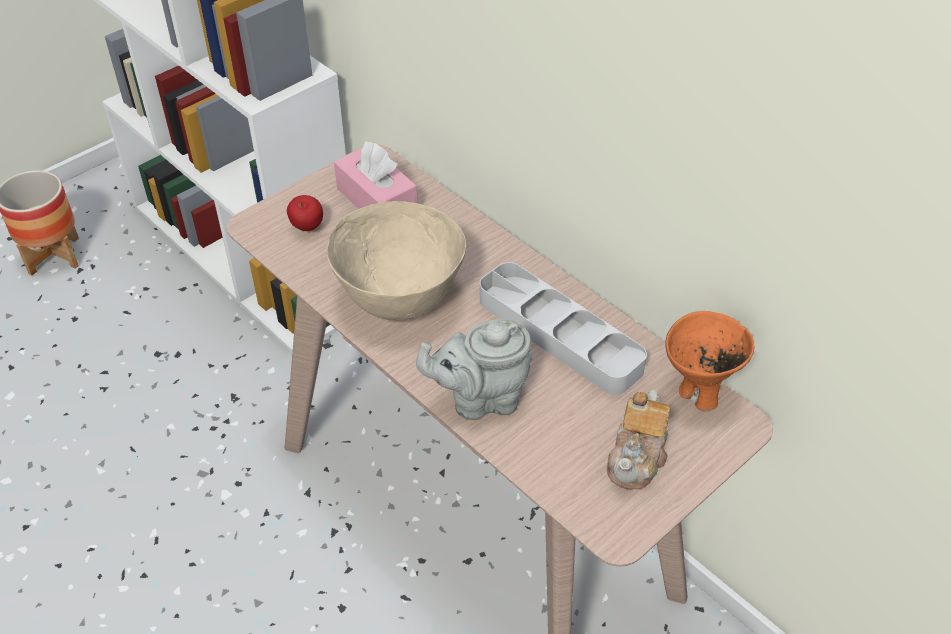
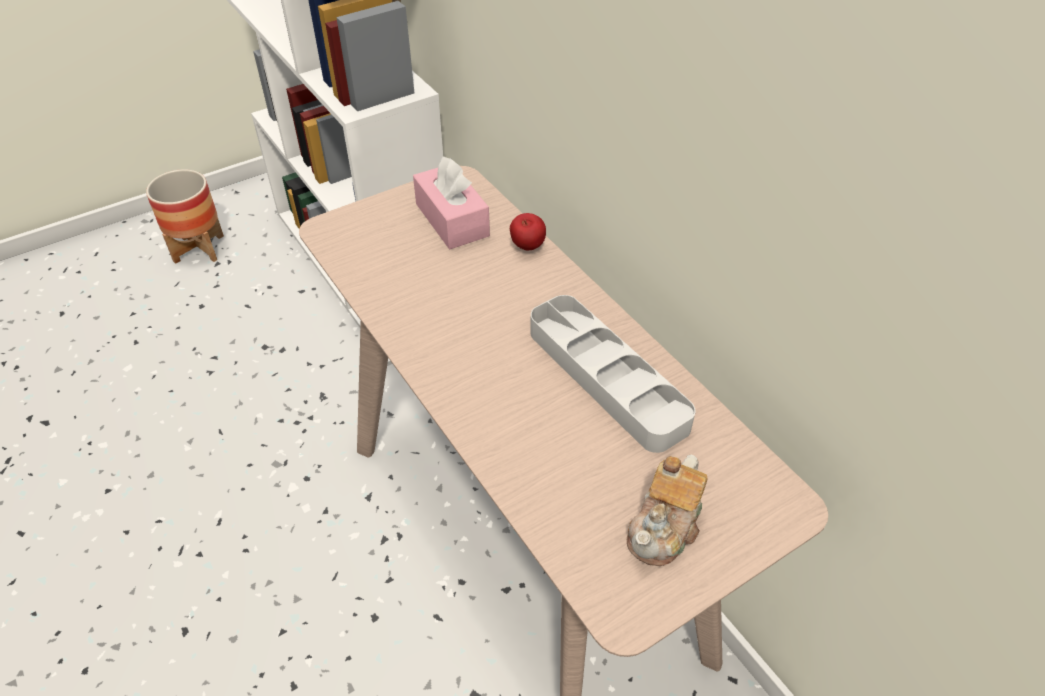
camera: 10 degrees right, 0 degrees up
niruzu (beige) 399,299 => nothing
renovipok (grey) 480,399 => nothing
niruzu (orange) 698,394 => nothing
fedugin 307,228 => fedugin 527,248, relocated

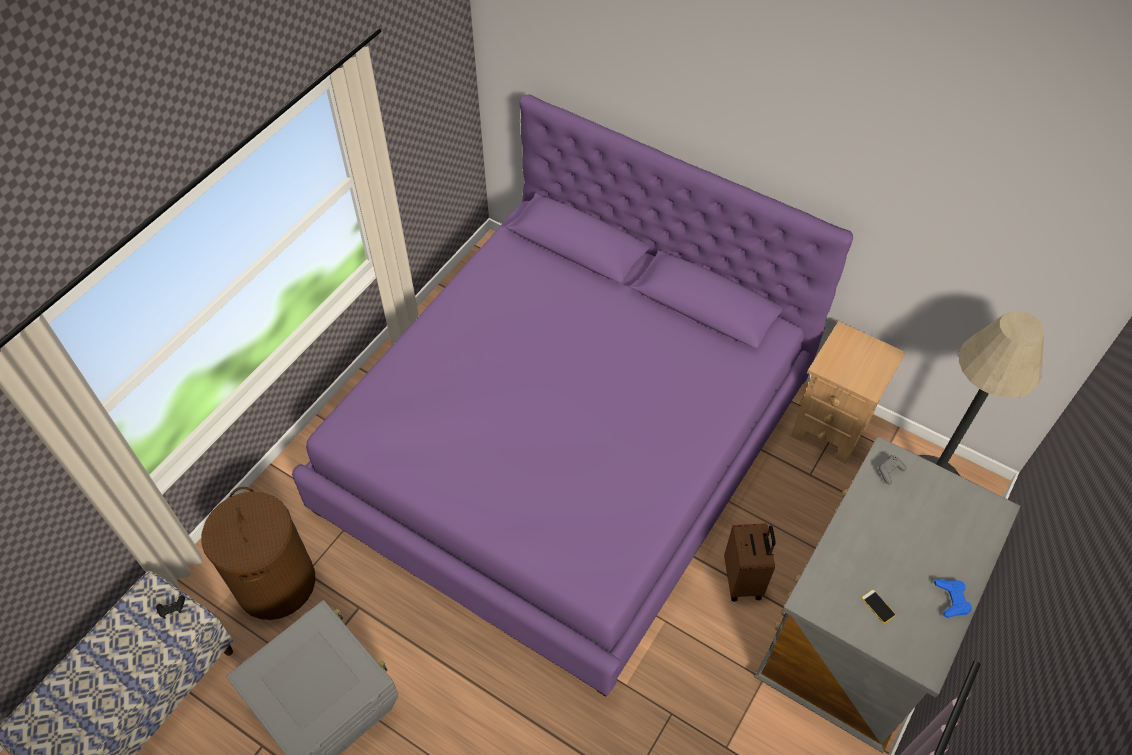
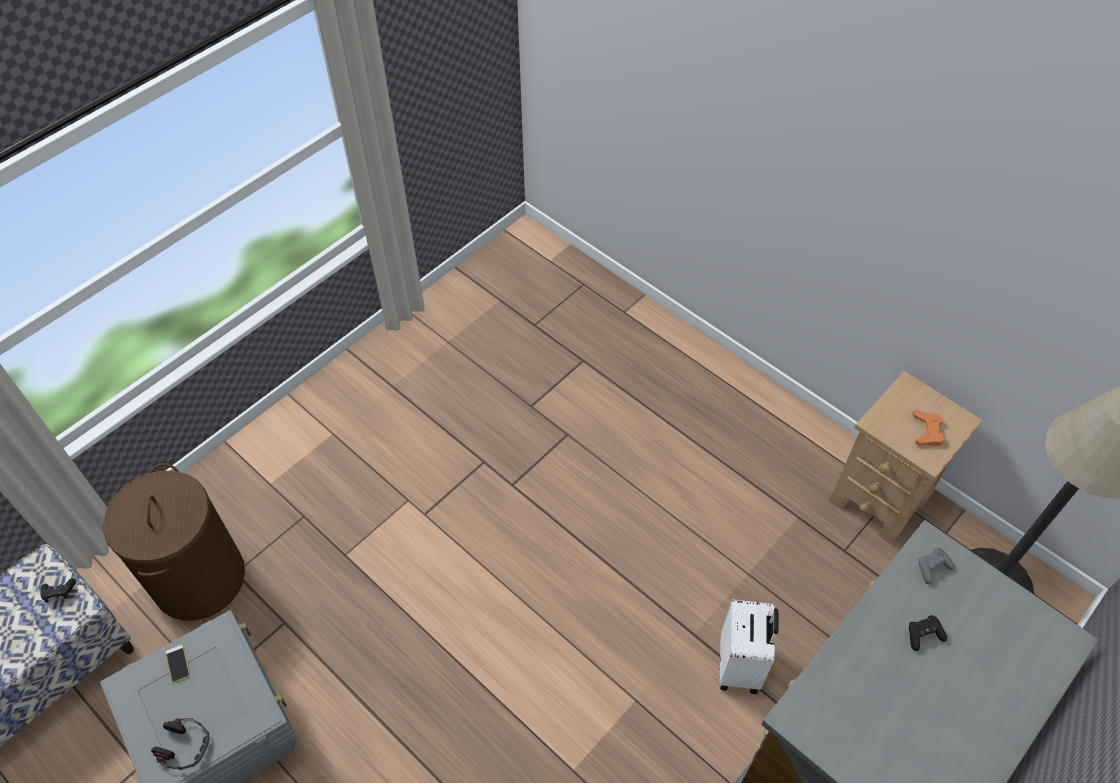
camera: 10 degrees right, 0 degrees up
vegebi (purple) 566,446 => nothing
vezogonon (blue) 951,599 => nothing
nothing => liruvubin 184,745
nothing => vezogonon (black) 923,635
nothing => vezogonon (orange) 927,431
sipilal 878,606 => sipilal 178,663, relocated
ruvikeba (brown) 744,579 => ruvikeba (white) 740,665

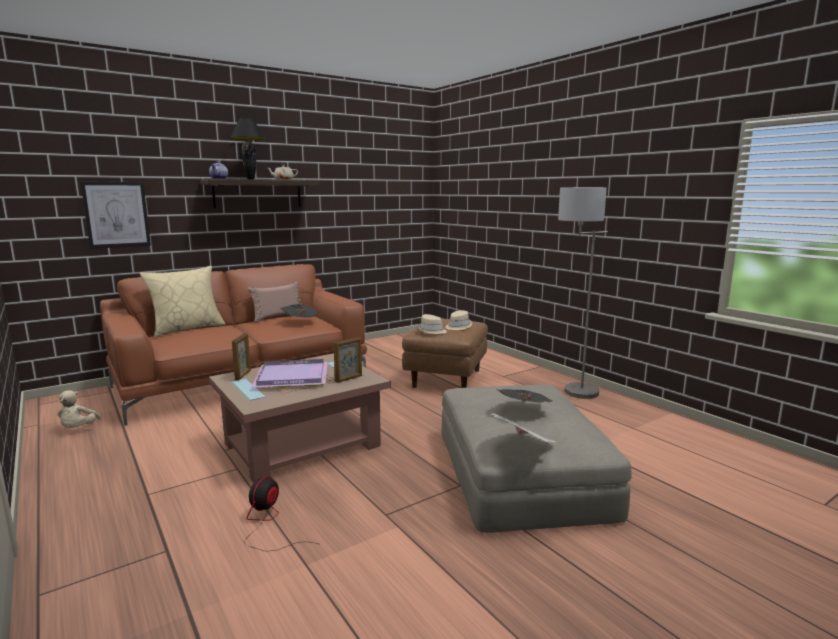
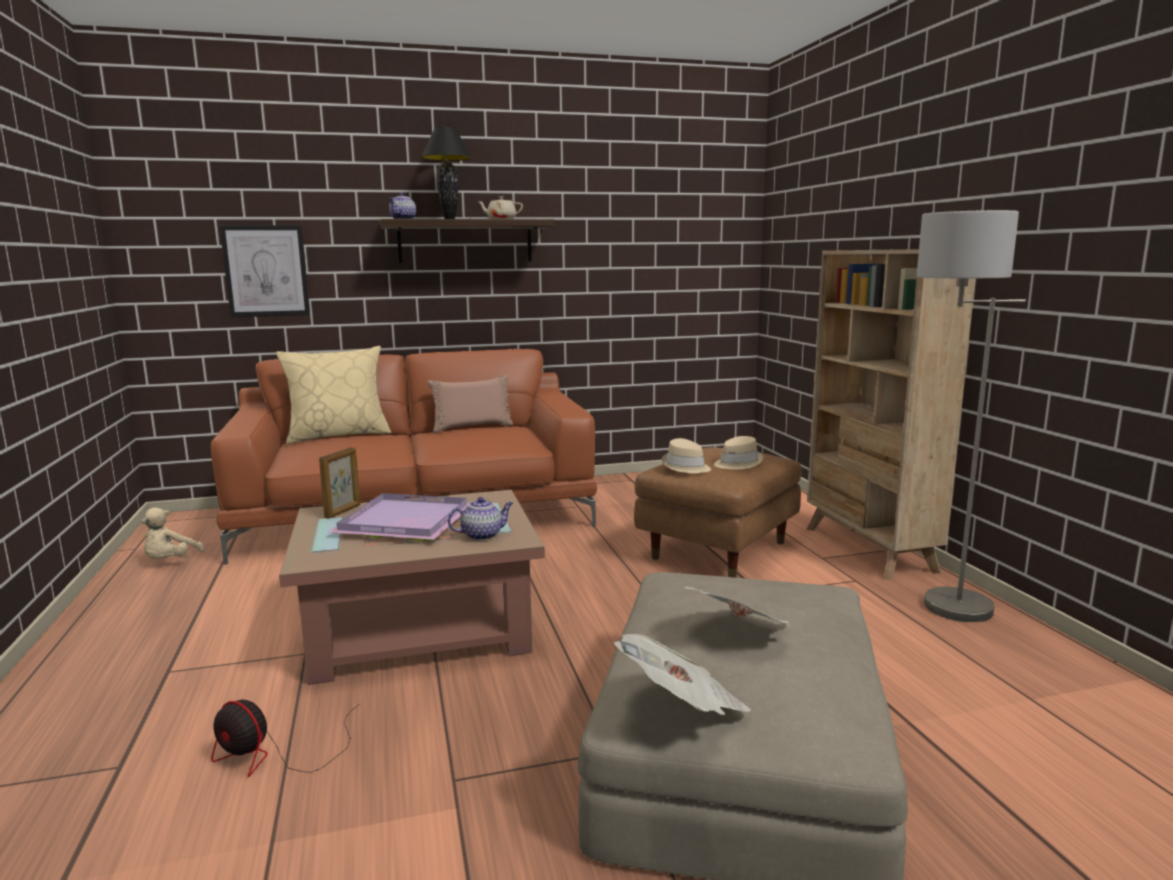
camera: 20 degrees right, 0 degrees up
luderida 301,321 => nothing
nothing => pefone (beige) 868,549
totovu 349,379 => renovipok 482,535
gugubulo 268,524 => gugubulo 276,755, 105 degrees counterclockwise

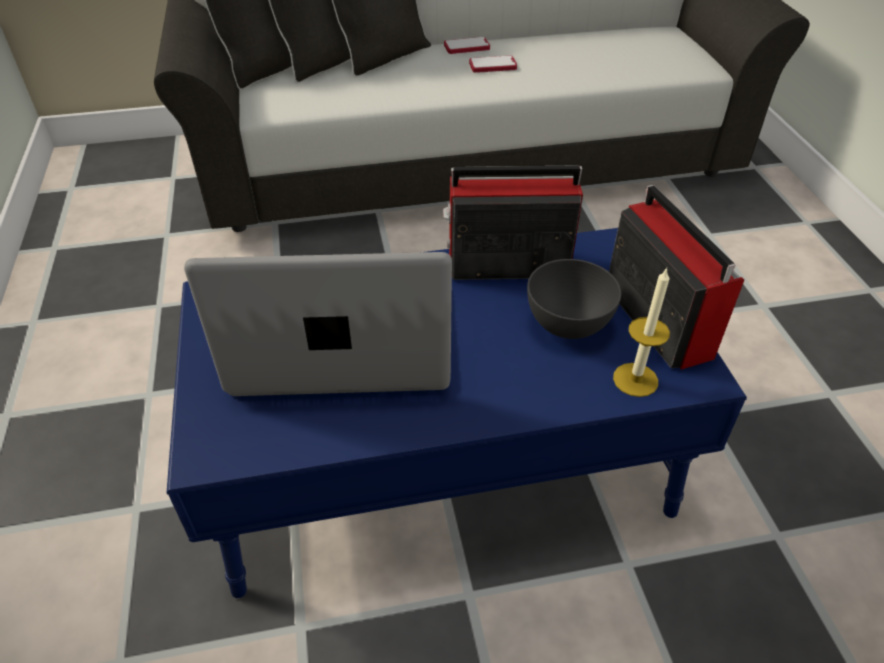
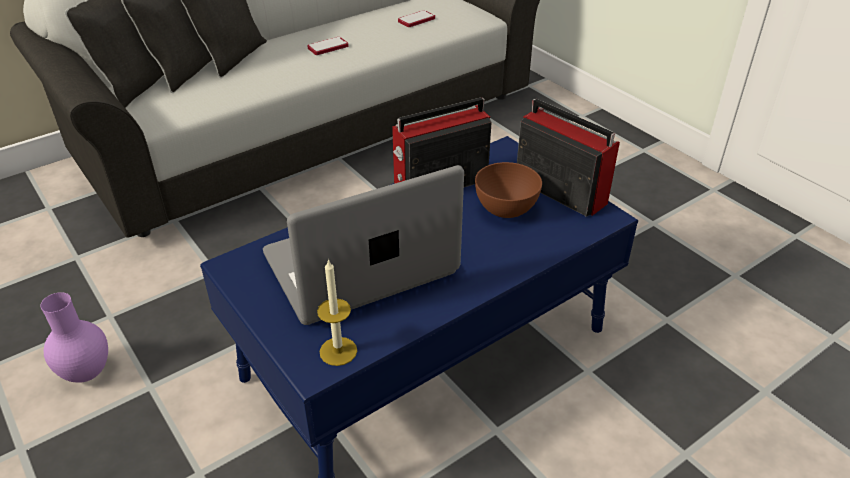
camera: 25 degrees left, 5 degrees down
nothing => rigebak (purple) 85,373
sipilal 466,47 => sipilal 416,20, relocated
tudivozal 635,379 => tudivozal 338,351, relocated
niruzu (grey) 567,324 => niruzu (brown) 505,209

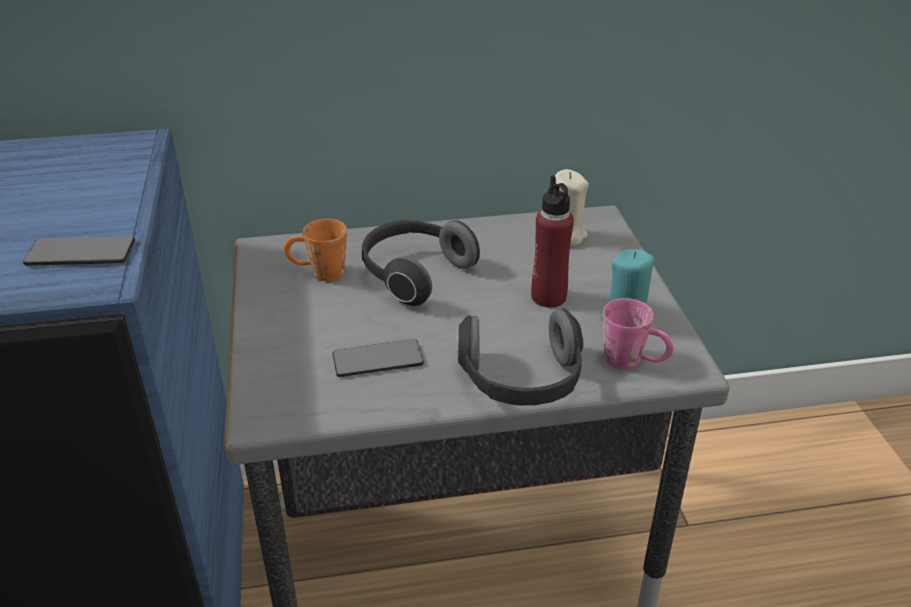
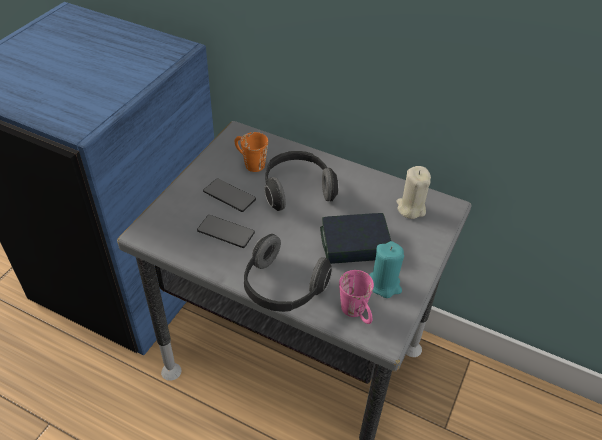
camera: 35 degrees right, 10 degrees up
sipilal 81,253 => sipilal 229,196, relocated
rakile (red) 548,297 => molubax 355,244

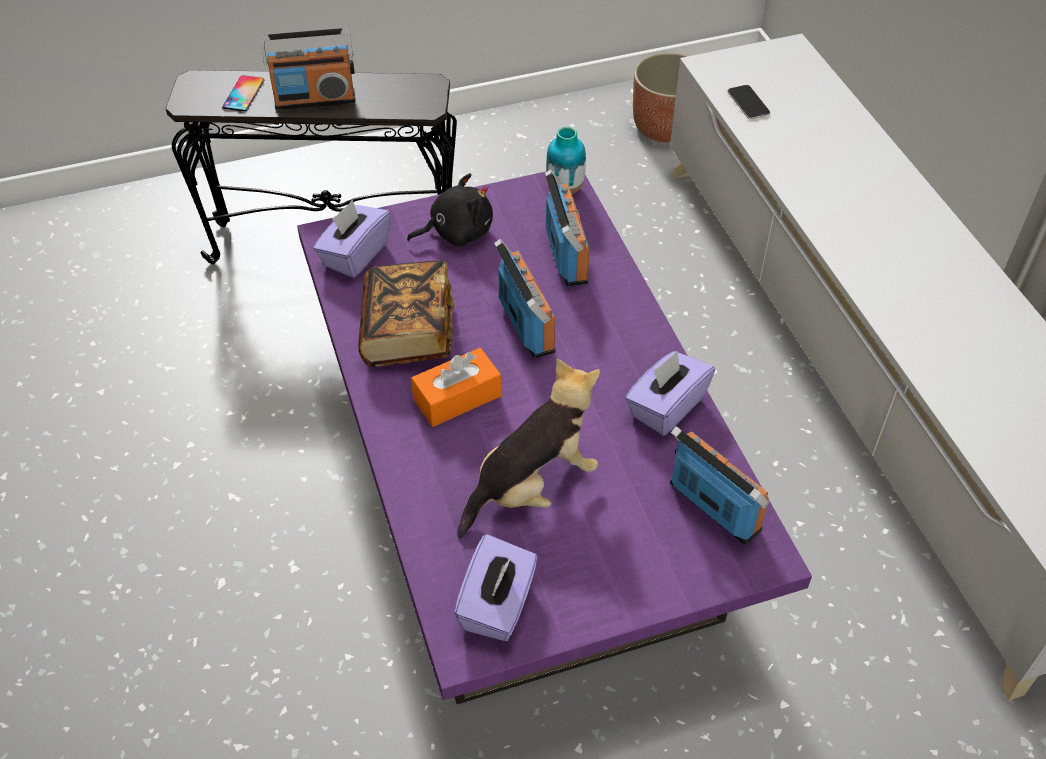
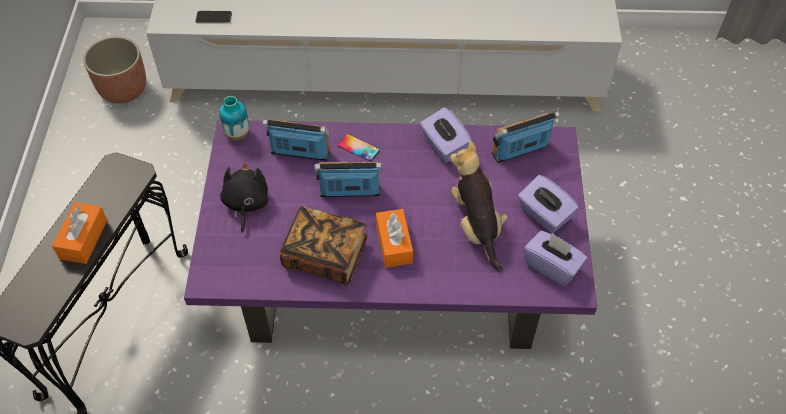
camera: 70 degrees left, 5 degrees up
sipilal 243,94 => sipilal 358,147, relocated
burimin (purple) 355,255 => burimin (purple) 544,215, relocated
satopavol 315,99 => burimin (orange) 83,239

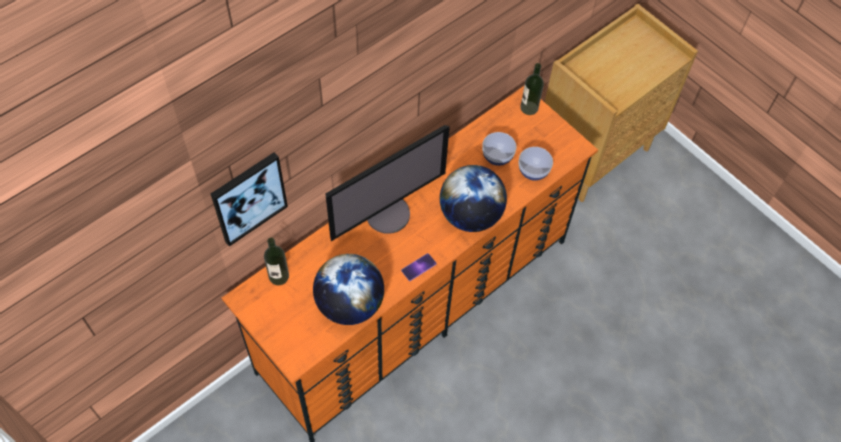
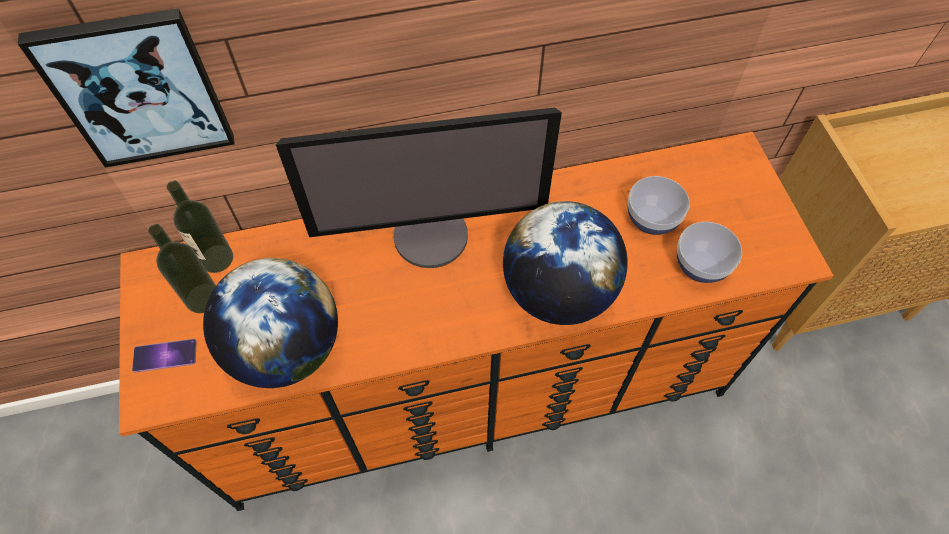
camera: 30 degrees right, 0 degrees up
sipilal 418,267 => sipilal 165,355, relocated
rakile 529,108 => rakile 203,298, relocated

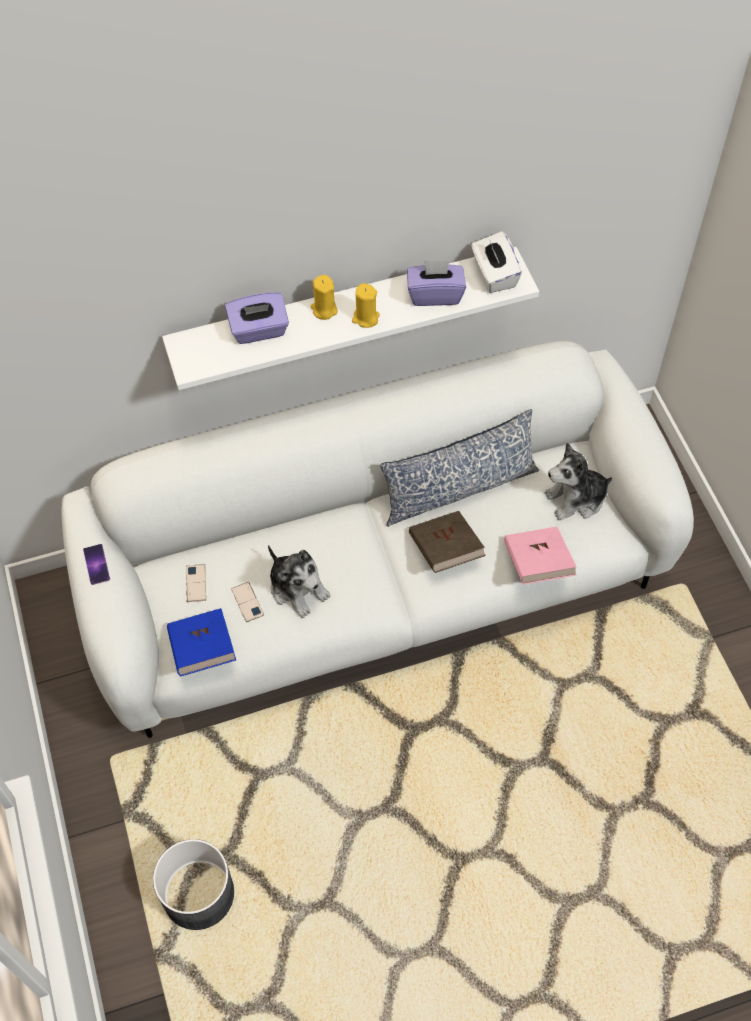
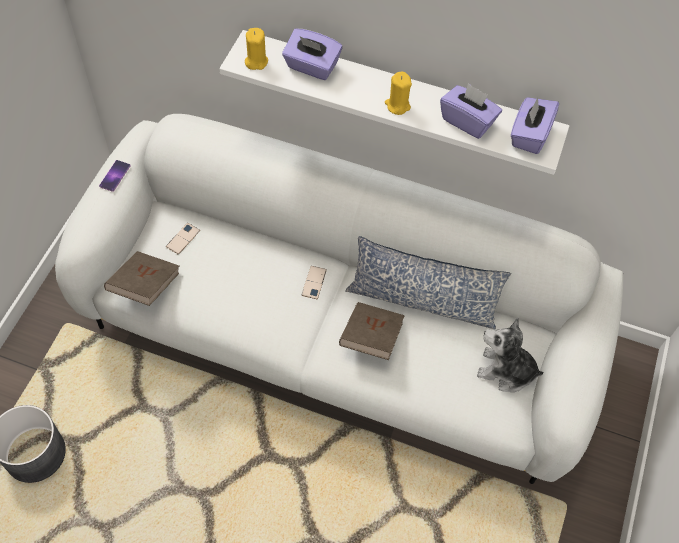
camera: 35 degrees right, 0 degrees up
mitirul 298,588 => nothing
molubax (pink) 537,564 => nothing
sipilal 247,602 => sipilal 314,282, relocated
tudivozal (yellow) 324,309 => tudivozal (yellow) 256,61, relocated
molubax (blue) 202,650 => molubax (brown) 145,286
burimin (white) 494,275 => burimin (purple) 529,135

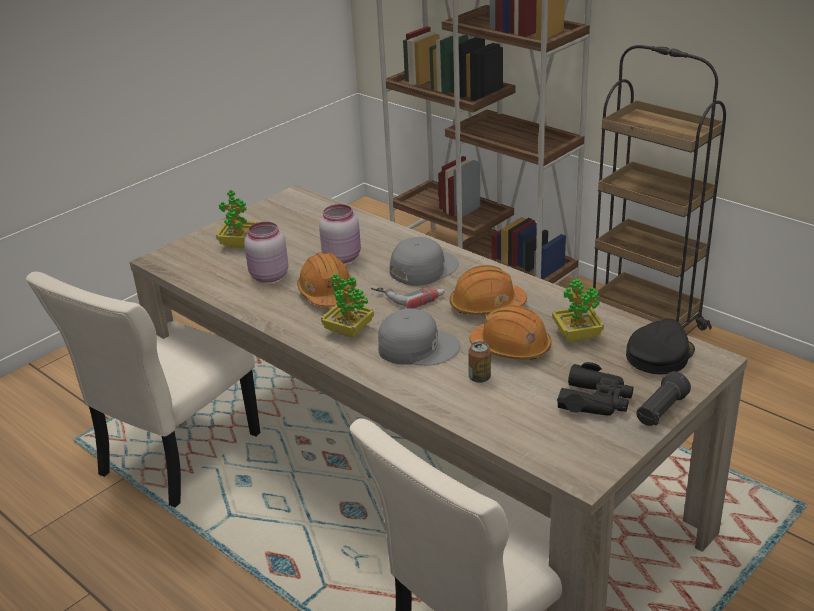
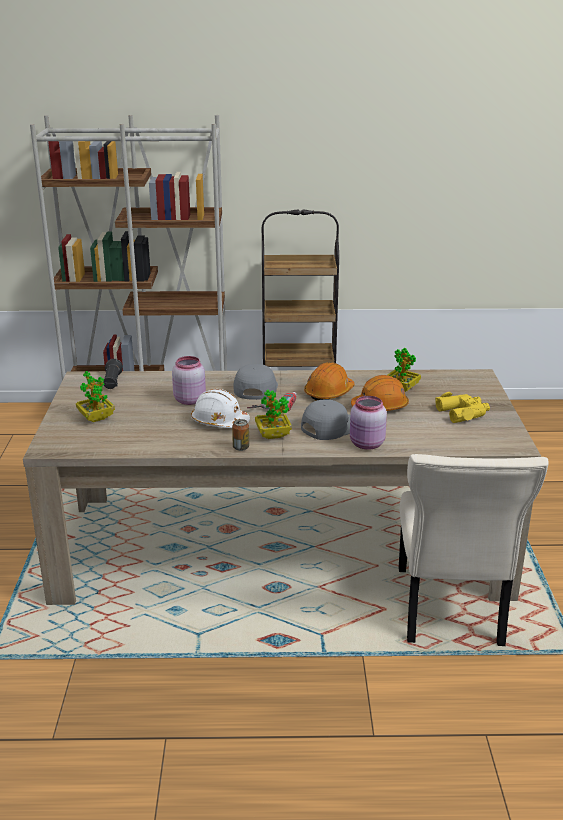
camera: 45 degrees left, 5 degrees down
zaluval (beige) 175,457 => nothing
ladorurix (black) 659,355 => nothing
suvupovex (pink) 268,276 => suvupovex (pink) 366,444, relocated
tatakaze 479,378 => tatakaze 241,447, relocated
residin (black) 660,411 => residin (black) 112,382, relocated
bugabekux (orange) 327,293 => bugabekux (white) 219,422
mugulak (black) 595,400 => mugulak (yellow) 463,413

